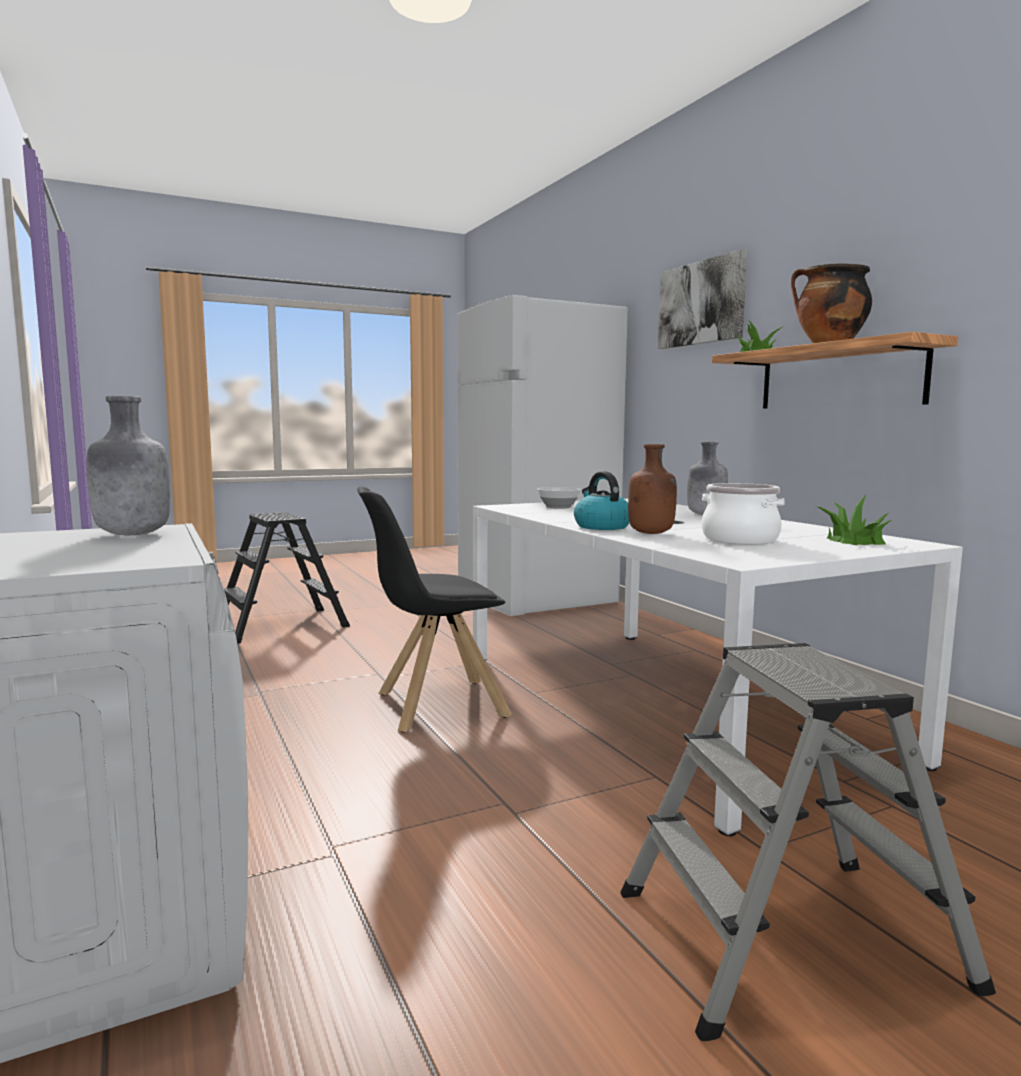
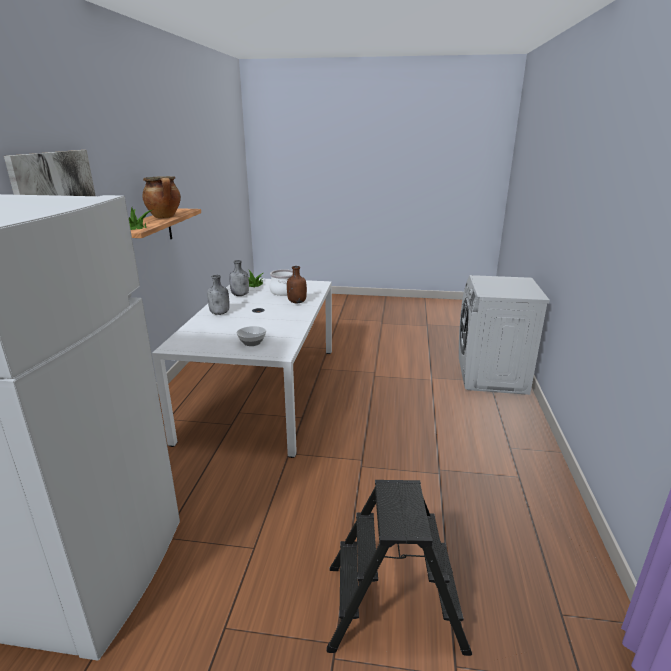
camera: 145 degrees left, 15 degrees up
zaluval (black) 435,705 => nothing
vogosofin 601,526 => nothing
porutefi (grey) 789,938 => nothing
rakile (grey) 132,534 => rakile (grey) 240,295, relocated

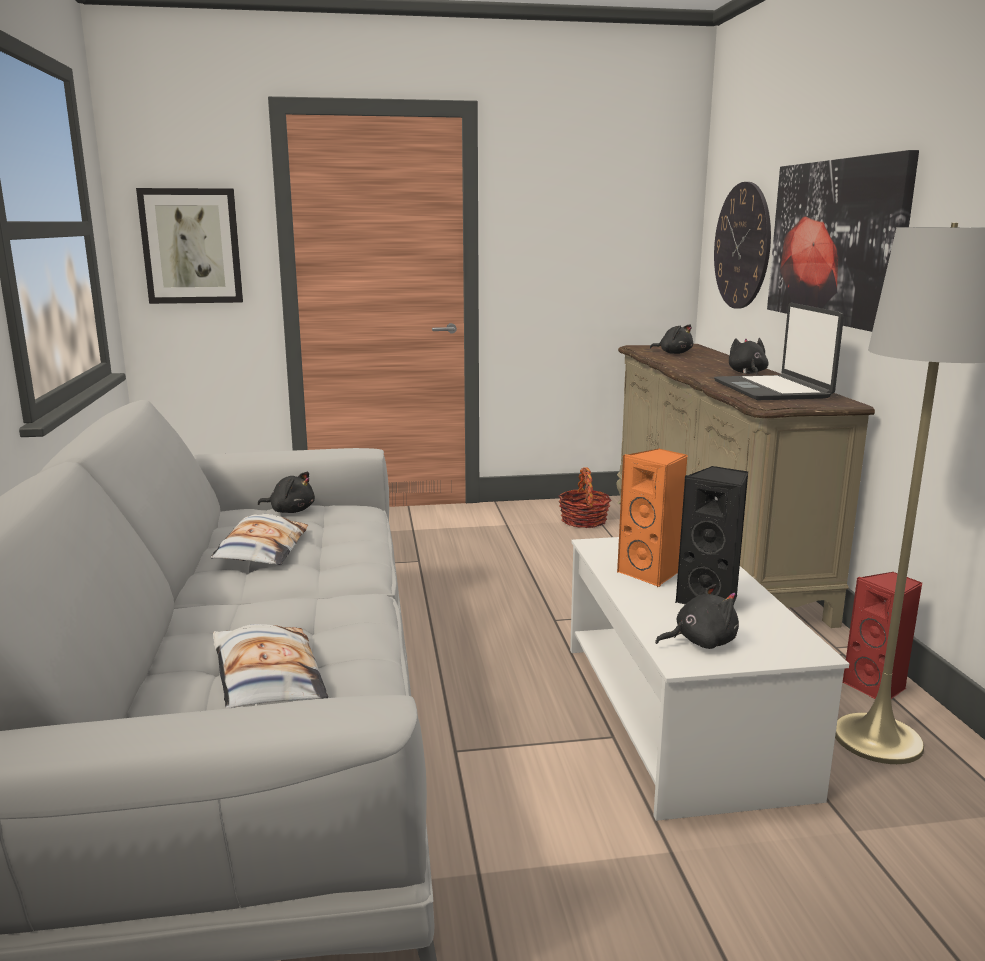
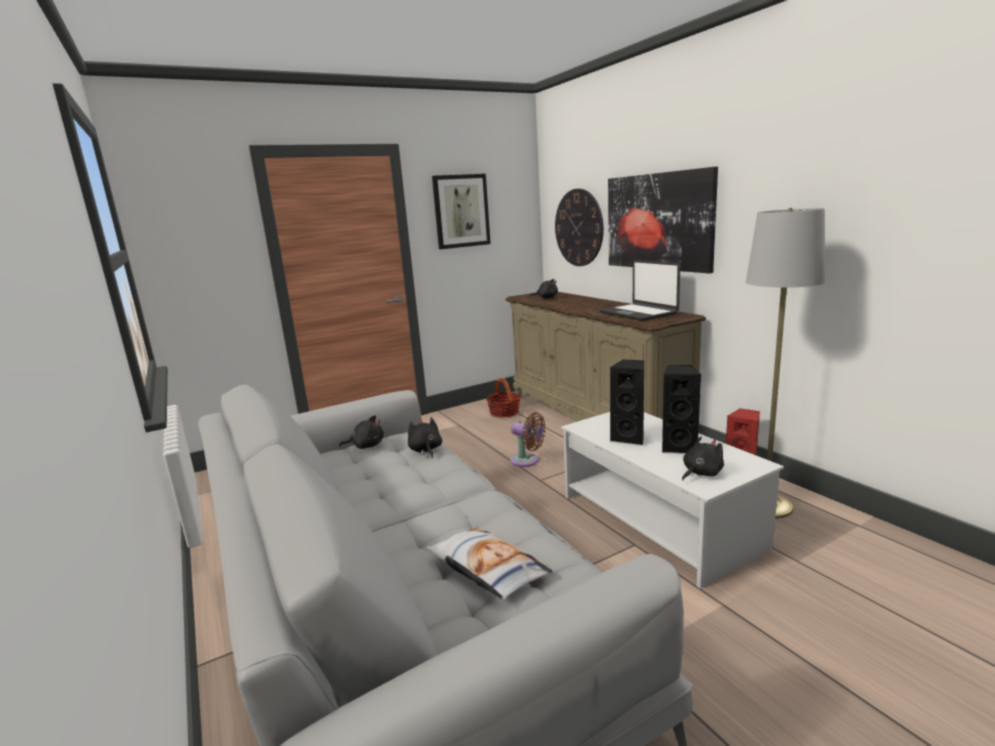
camera: 20 degrees left, 0 degrees up
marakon 262,550 => nothing
nothing => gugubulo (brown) 527,461
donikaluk 191,246 => donikaluk 461,211, relocated
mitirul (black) 747,373 => mitirul (black) 425,450, relocated
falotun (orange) 651,573 => falotun (black) 630,437

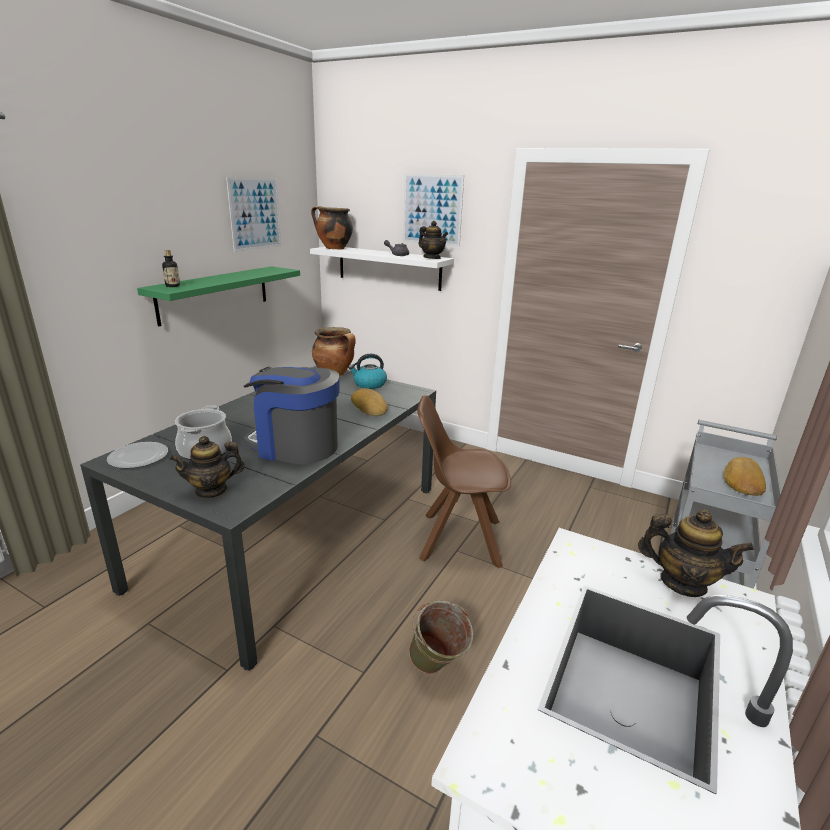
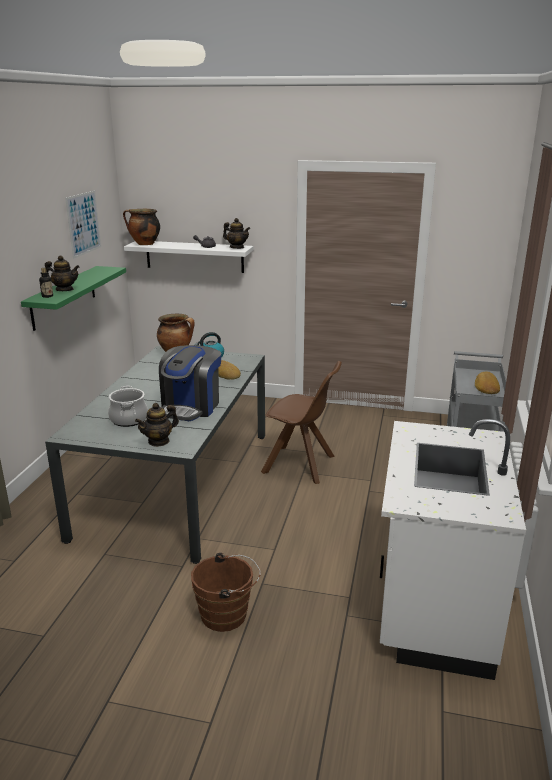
camera: 15 degrees left, 0 degrees up
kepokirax 138,457 => nothing
donikaluk 432,210 => nothing
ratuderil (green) 437,669 => nothing
nothing => ratuderil (brown) 227,614
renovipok 682,583 => renovipok 64,290, relocated
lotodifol 295,446 => lotodifol 191,407, 75 degrees counterclockwise
zaluval (brown) 458,539 => zaluval (brown) 300,465, 150 degrees counterclockwise

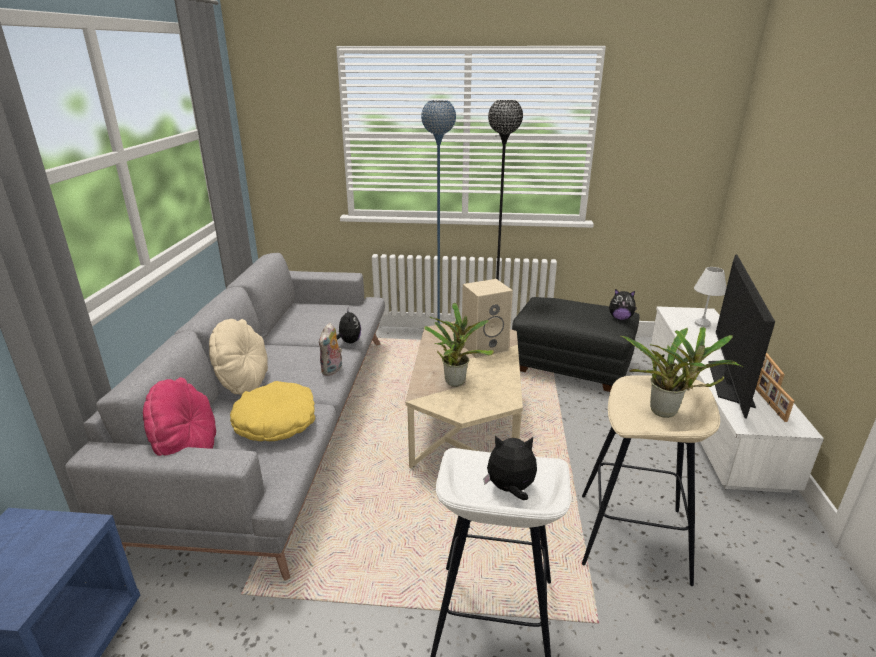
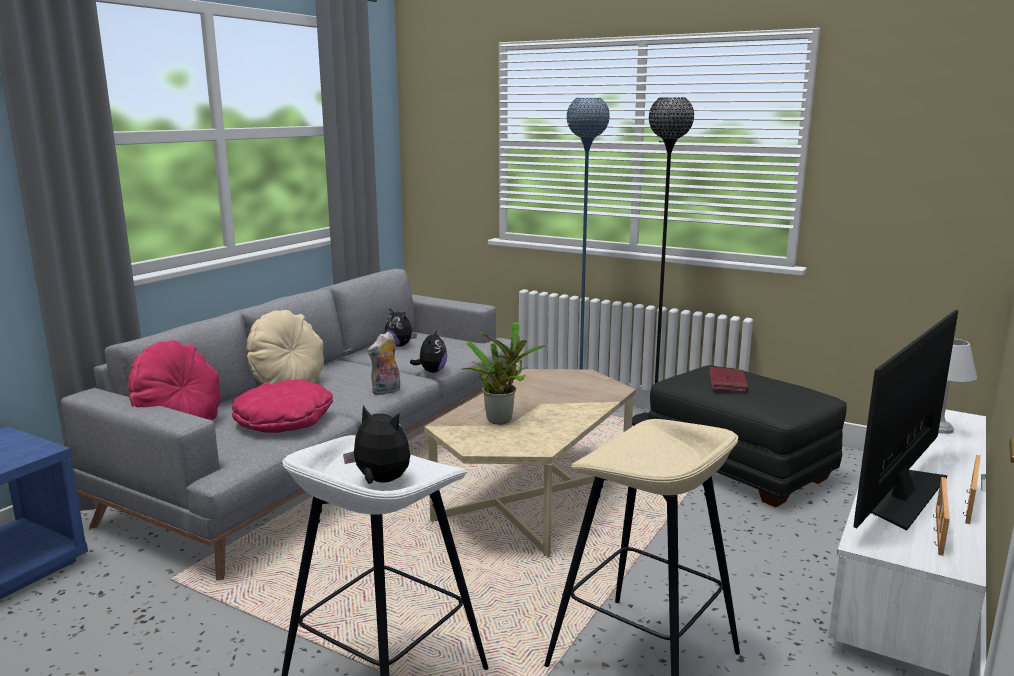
camera: 25 degrees right, 10 degrees down
falotun (beige) 485,346 => nothing
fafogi 667,413 => nothing
nothing => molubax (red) 727,382
mitirul 620,318 => mitirul 400,345, relocated
marakon (yellow) 275,423 => marakon (pink) 282,421

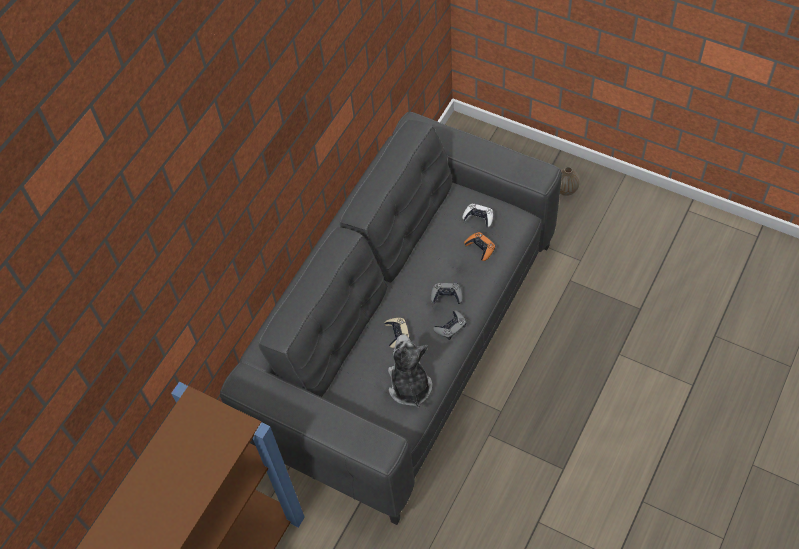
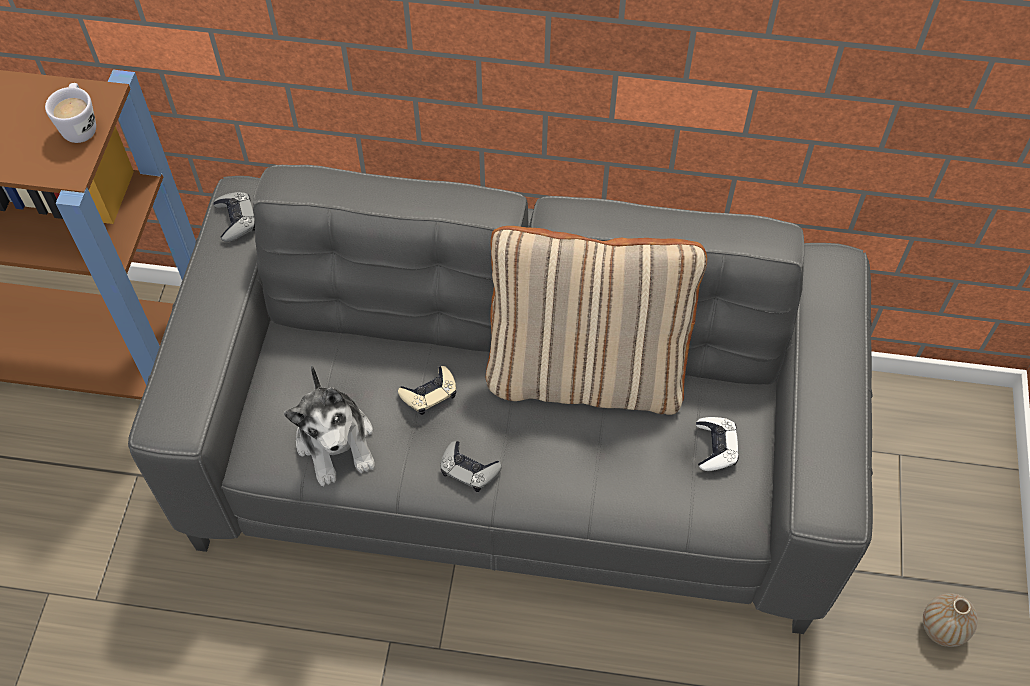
camera: 65 degrees right, 0 degrees up
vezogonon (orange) 480,248 => nothing
nothing => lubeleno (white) 80,125
nothing => marakon (beige) 586,373
vezogonon (grey) 446,295 => vezogonon (grey) 236,220, relocated
mitirul 409,385 => mitirul 336,441, 105 degrees clockwise

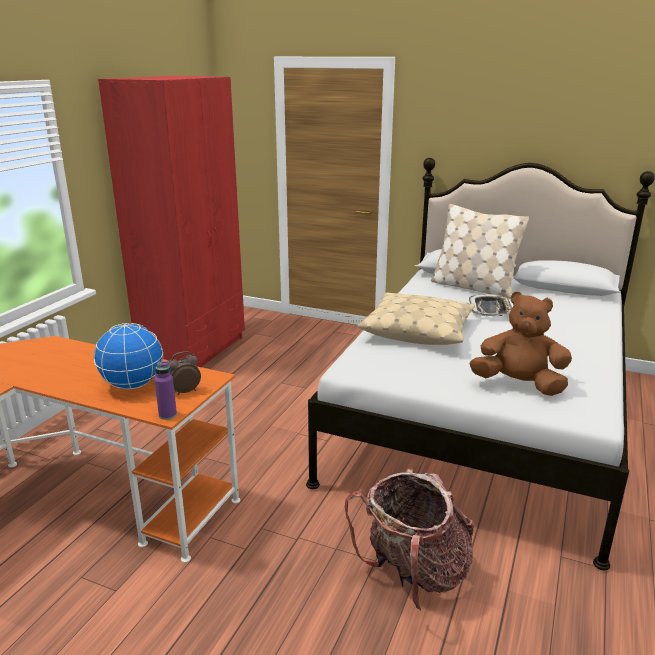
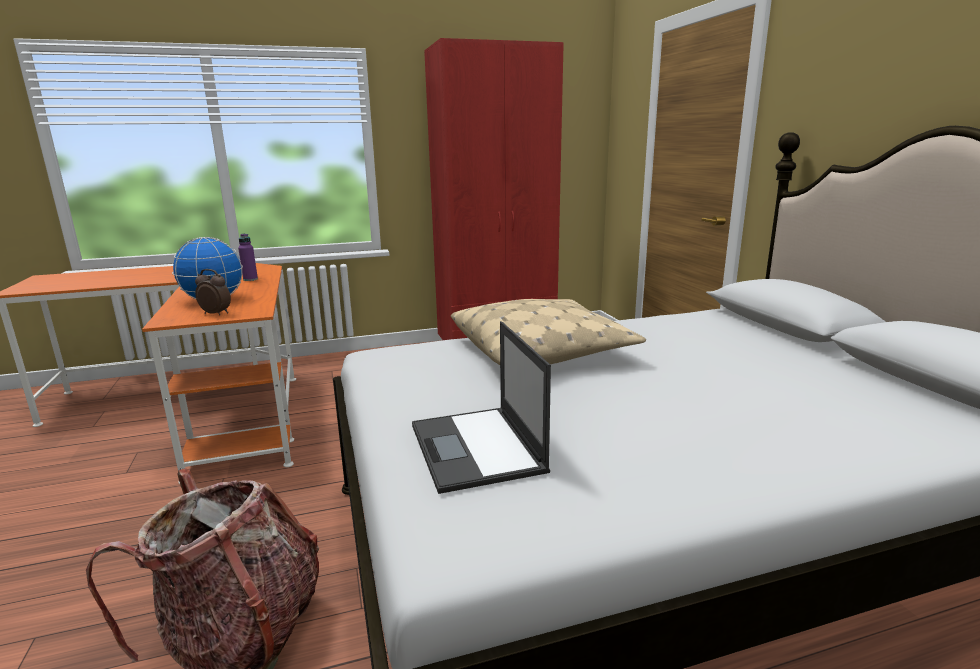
camera: 50 degrees right, 5 degrees down
marakon (beige) 473,287 => nothing
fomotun 490,309 => nothing
rakile (purple) 167,415 => rakile (purple) 250,279, relocated
mitirul (brown) 518,384 => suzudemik 477,449

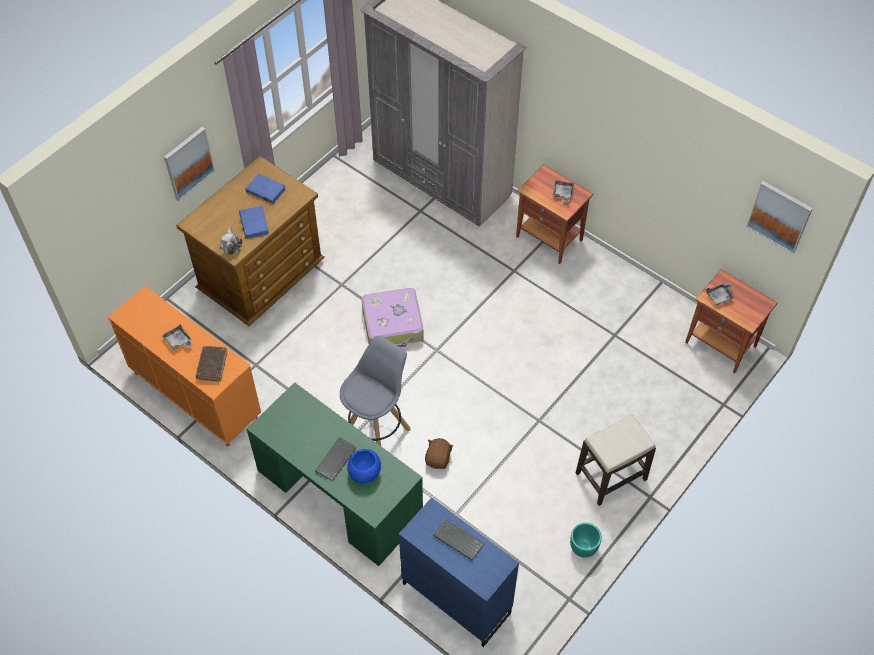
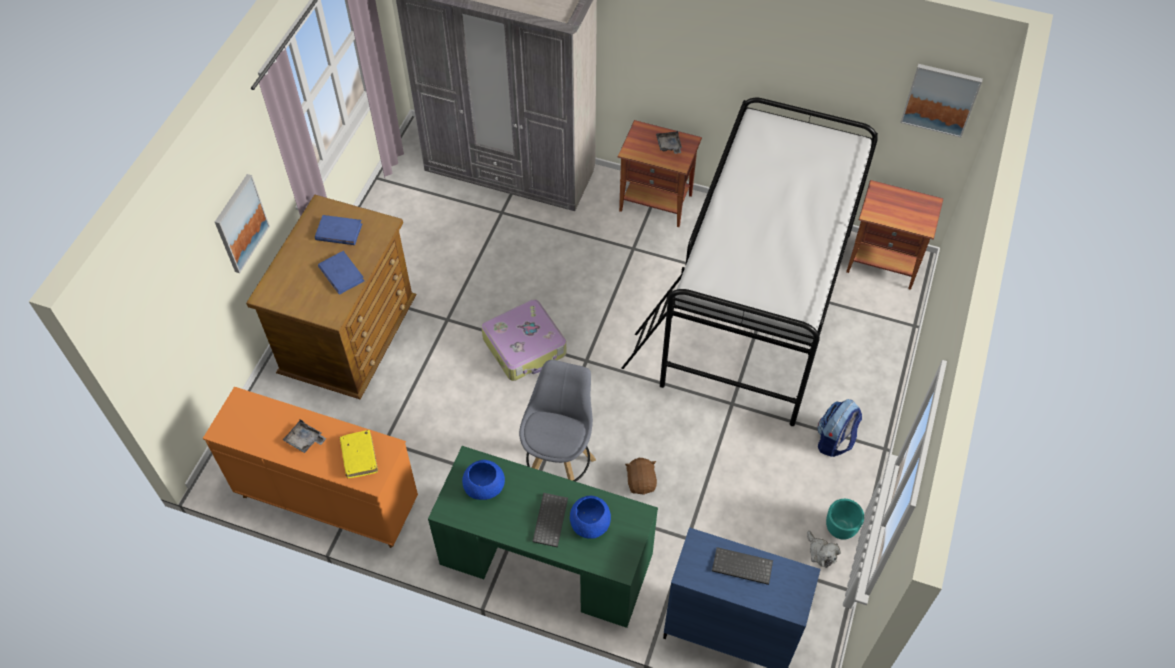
camera: 20 degrees left, 0 degrees up
fomotun (grey) 720,296 => nothing
nothing => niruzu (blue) 485,487
nothing => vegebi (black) 755,309
mitirul 231,244 => mitirul 821,553, relocated
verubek 611,476 => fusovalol 834,440
molubax (brown) 212,366 => molubax (yellow) 359,457

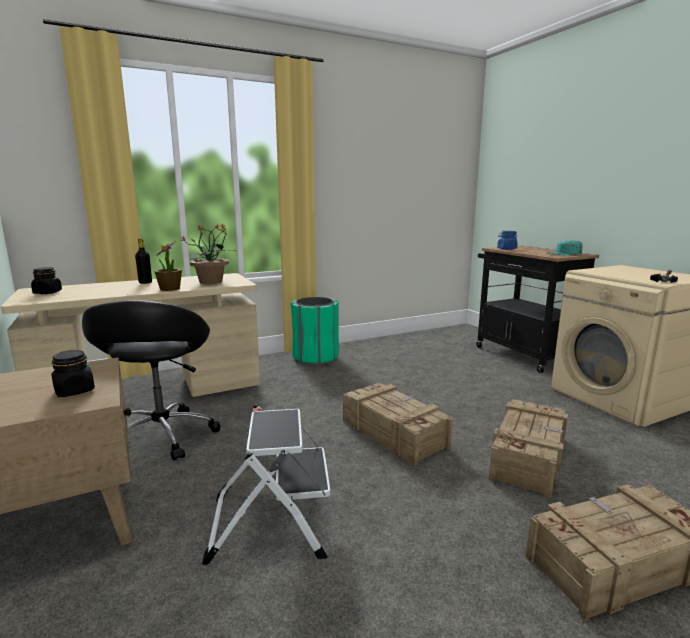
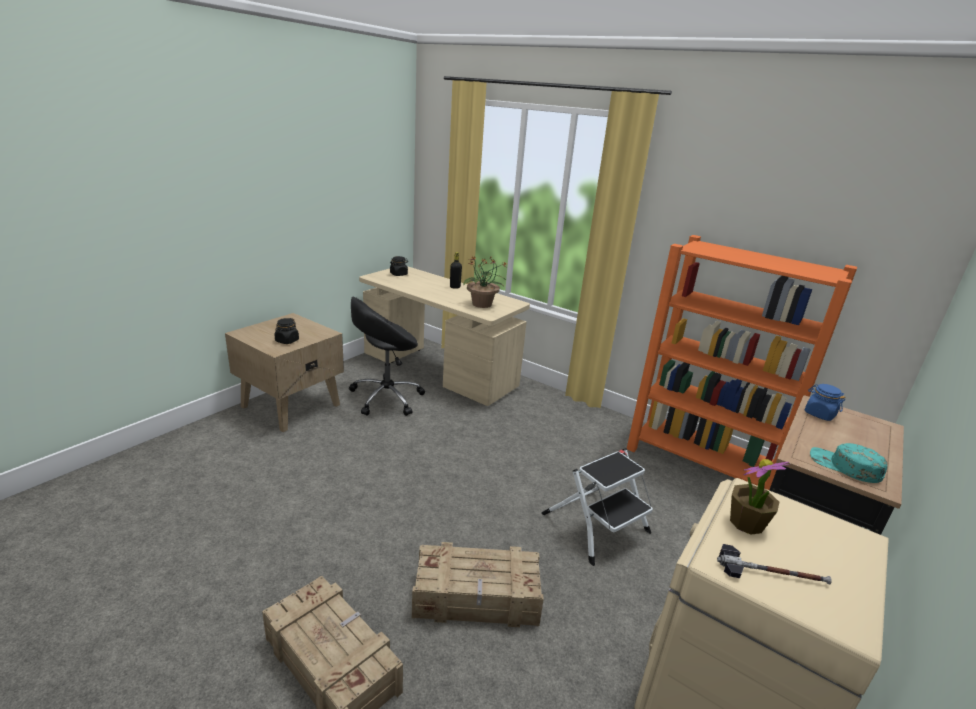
camera: 60 degrees right, 10 degrees up
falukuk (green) 316,358 => nothing
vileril 393,433 => nothing
nothing => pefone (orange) 701,462
fafogi 170,289 => fafogi 746,523, relocated
porutefi 270,520 => porutefi 595,525, relocated

